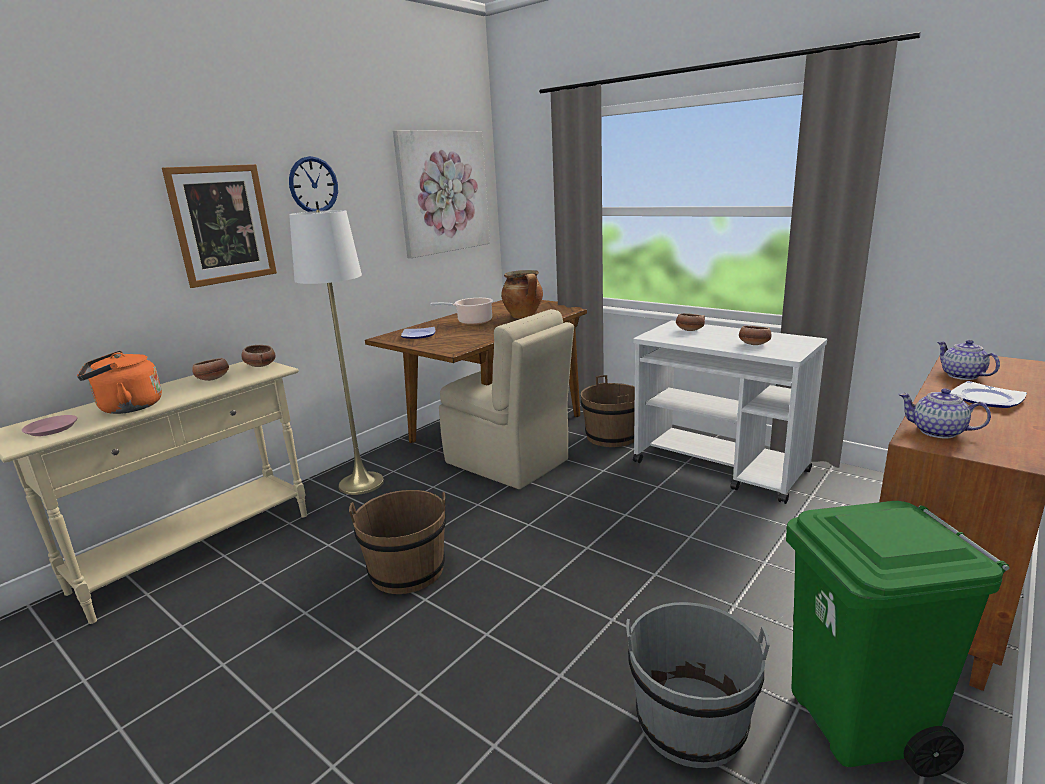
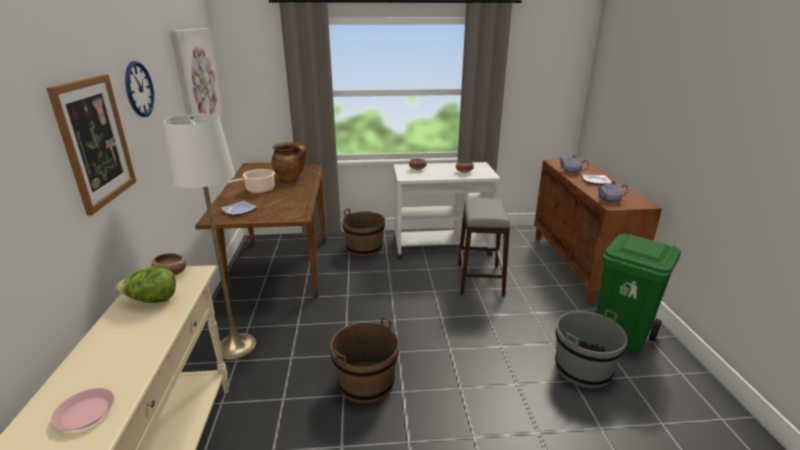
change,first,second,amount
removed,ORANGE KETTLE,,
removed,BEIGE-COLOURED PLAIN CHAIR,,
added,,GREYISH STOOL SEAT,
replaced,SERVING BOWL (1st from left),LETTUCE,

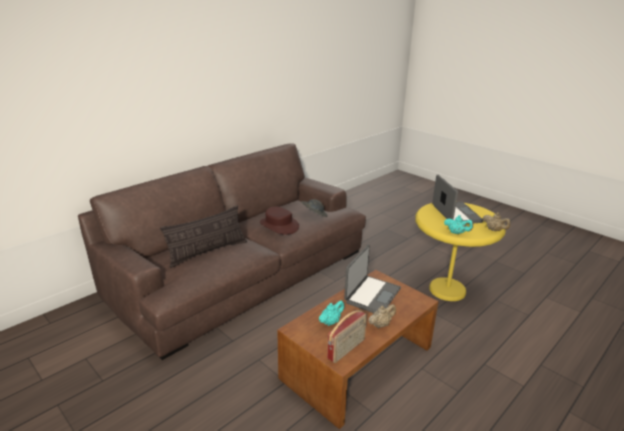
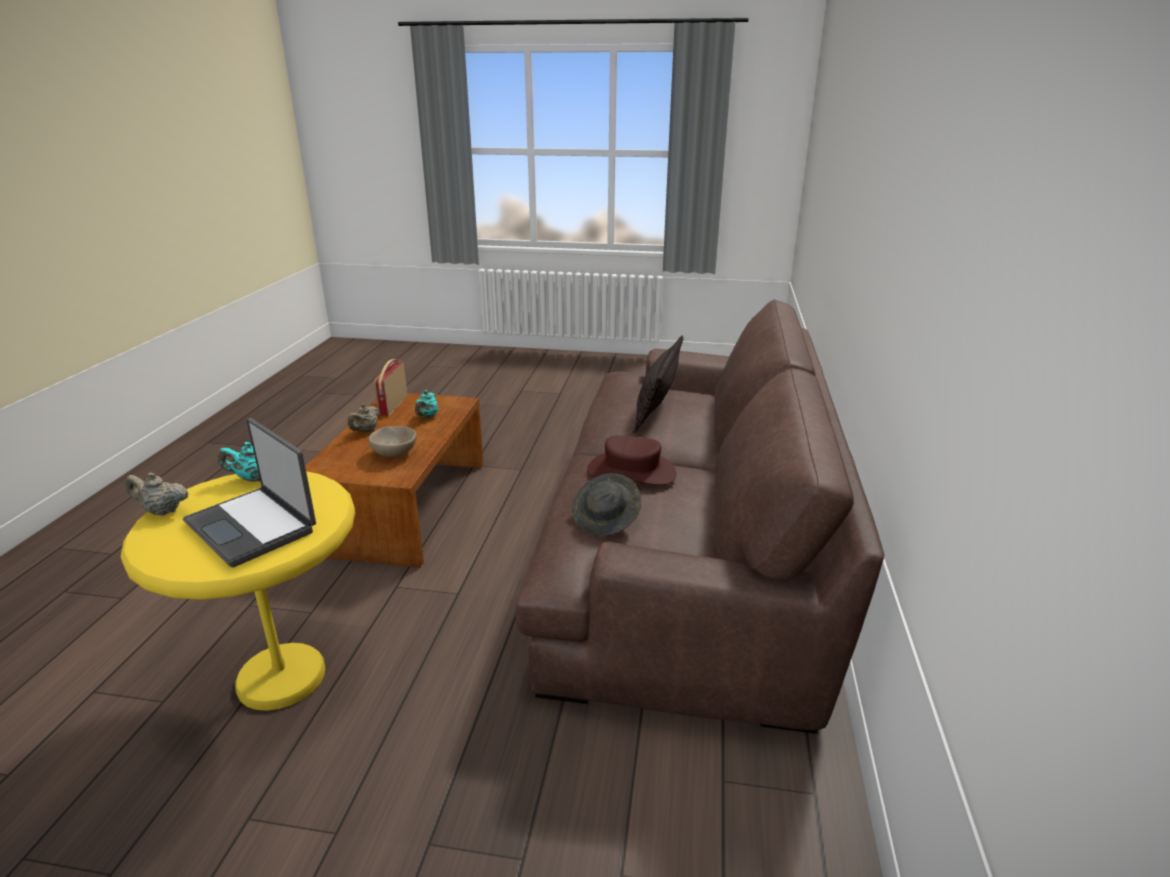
change,first,second,amount
replaced,LAPTOP (1st from left),BEIGE-COLOURED SERVING BOWL,

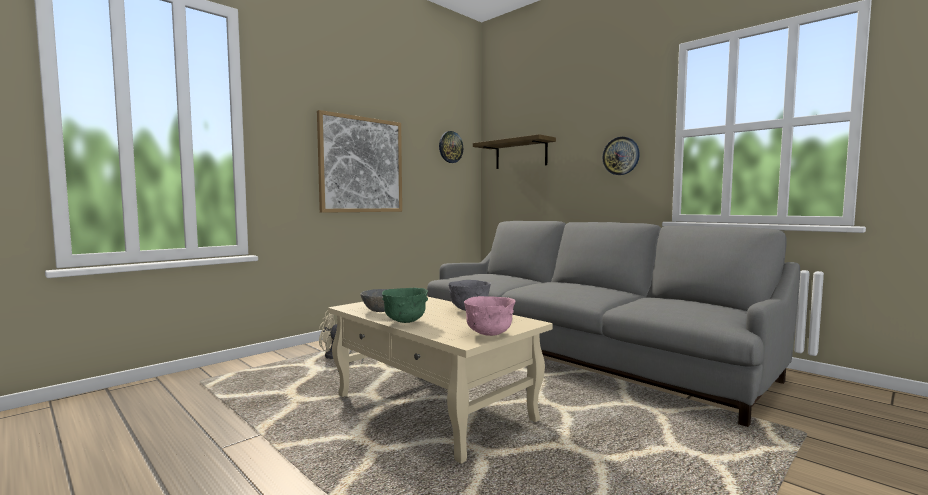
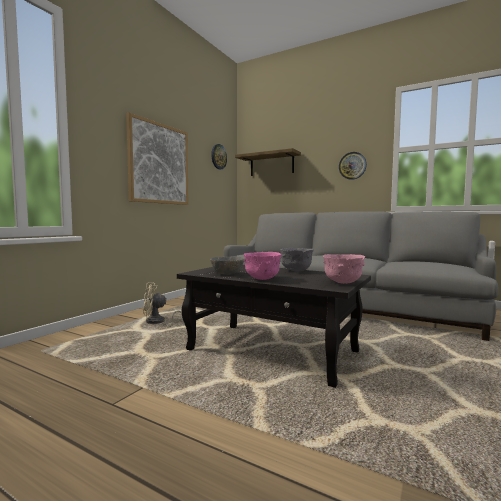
change,first,second,amount
recoloured,BEIGE-COLOURED LOUNGE TABLE,BLACK LOUNGE TABLE,
recoloured,GREEN SERVING BOWL,PINK-COLOURED SERVING BOWL (1st from left),

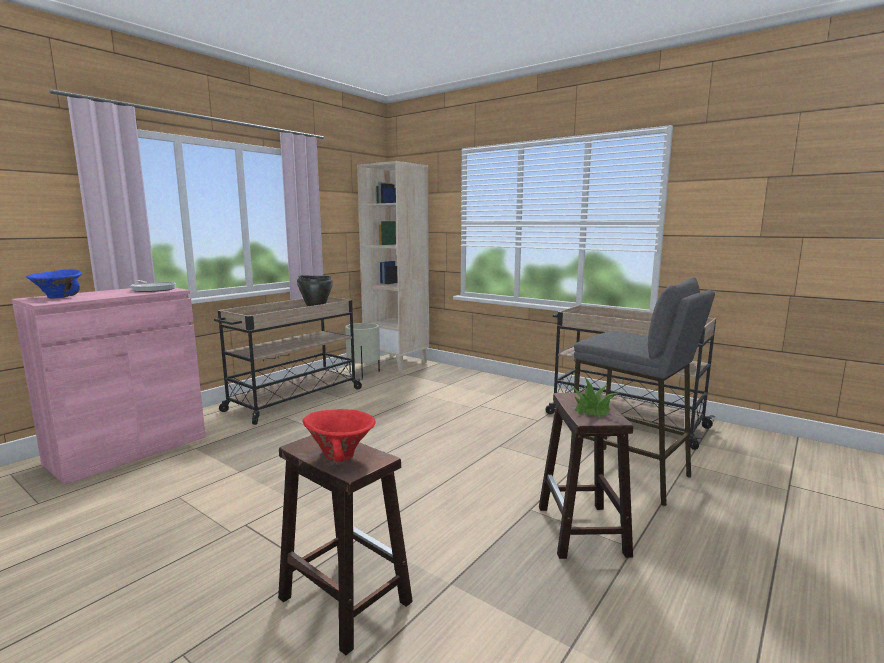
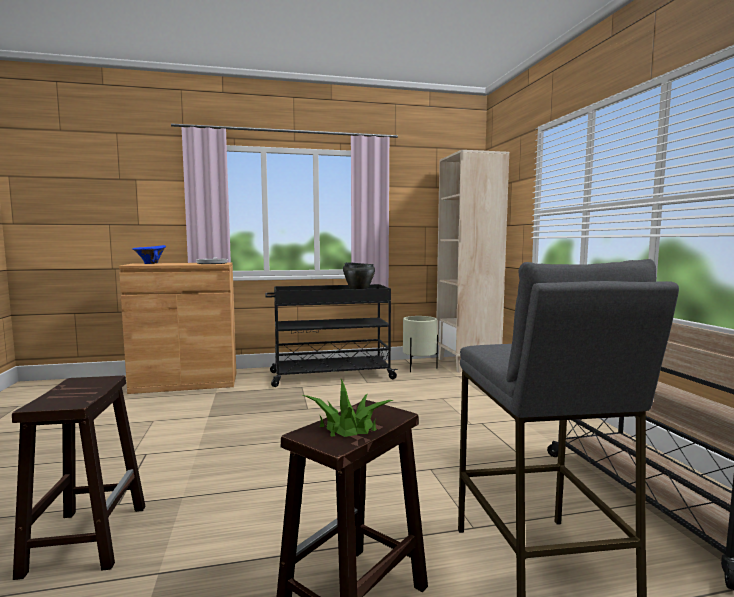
change,first,second,amount
removed,RED-COLOURED SERVING BOWL,,
recoloured,PINK-COLOURED STORAGE CABINET,BROWNISH STORAGE CABINET,
recoloured,BEIGE-COLOURED TROLLEY (1st from left),BLACK TROLLEY,

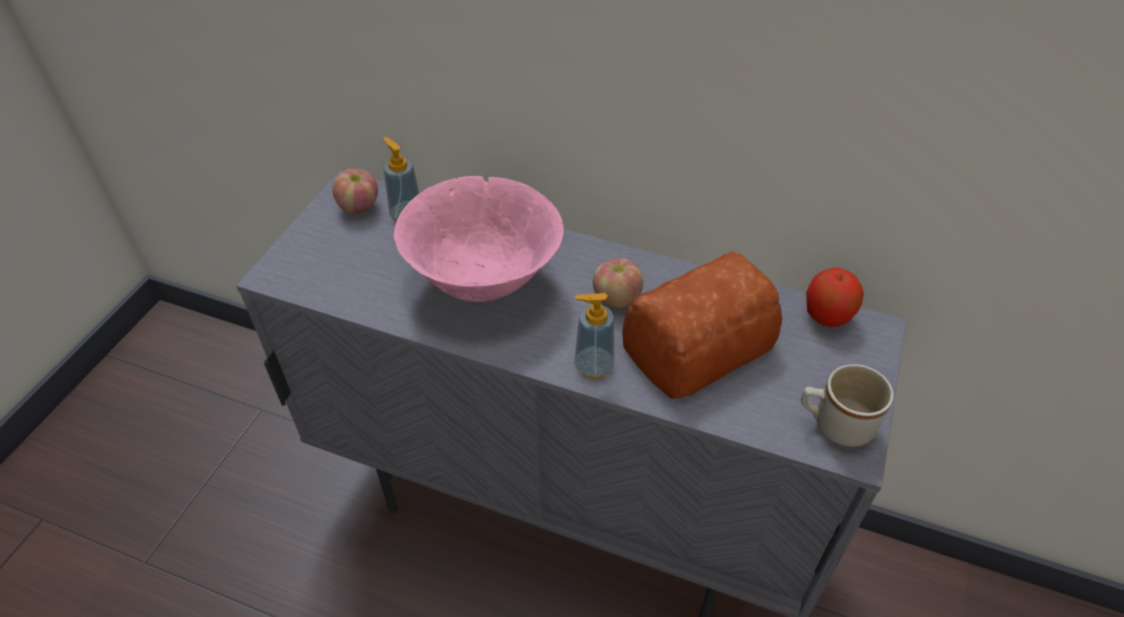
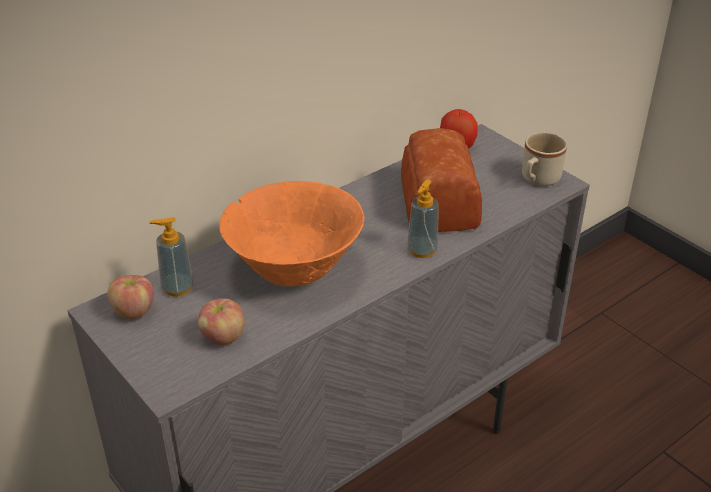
change,first,second,amount
moved,APPLE (2nd from left),,
recoloured,PINK-COLOURED SERVING BOWL,ORANGE SERVING BOWL,

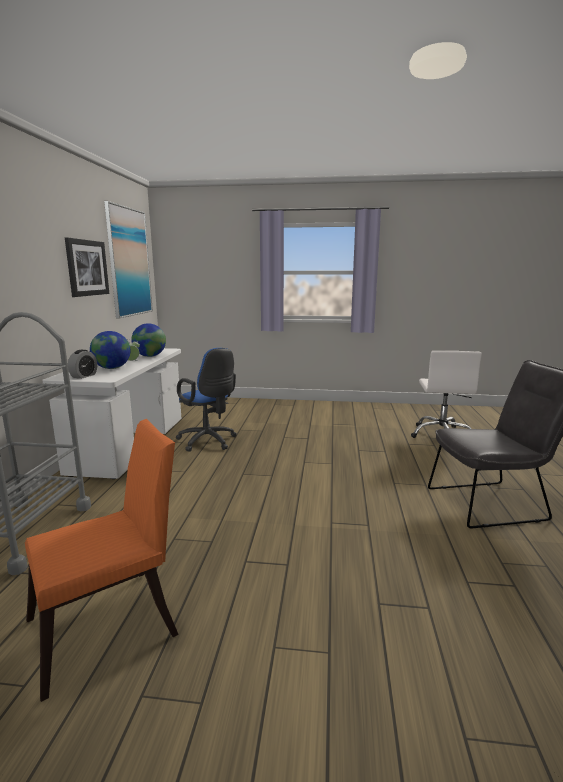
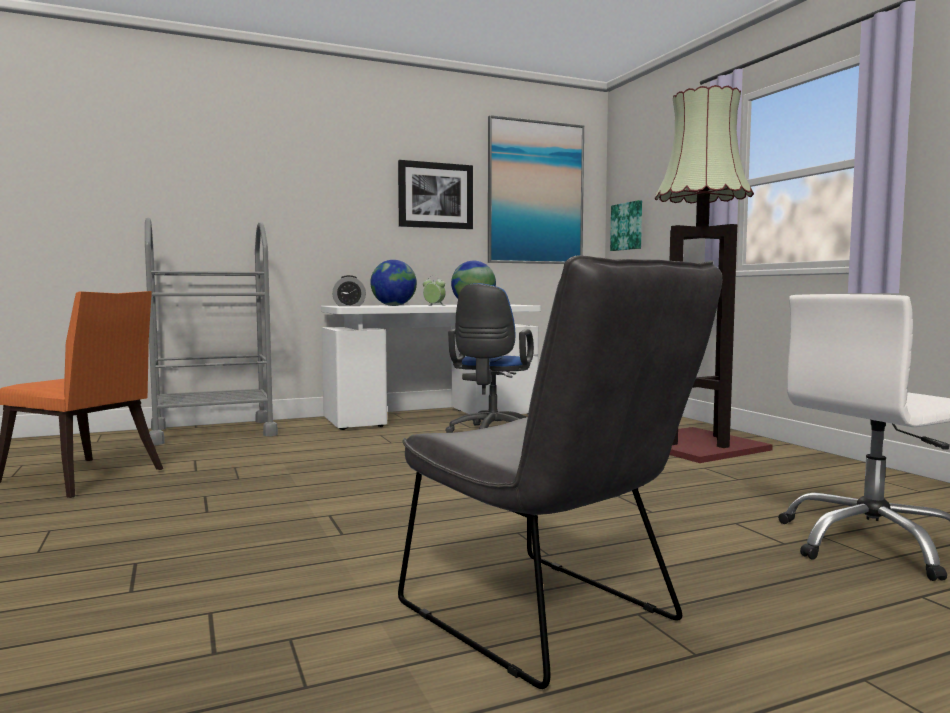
change,first,second,amount
added,,WALL ART (3rd from left),
added,,STANDING LAMP,

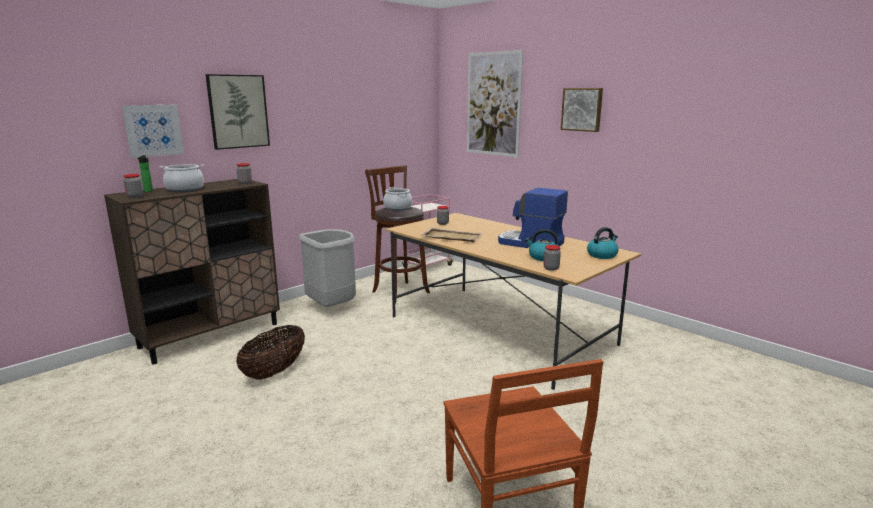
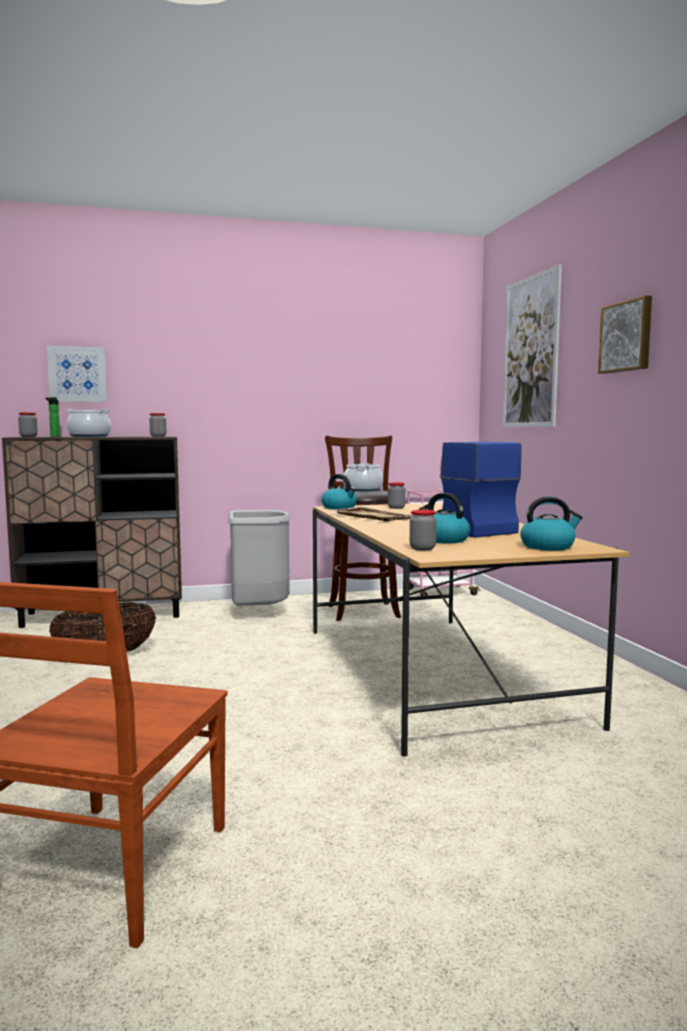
change,first,second,amount
removed,WALL ART (2nd from left),,
added,,KETTLE (1st from left),

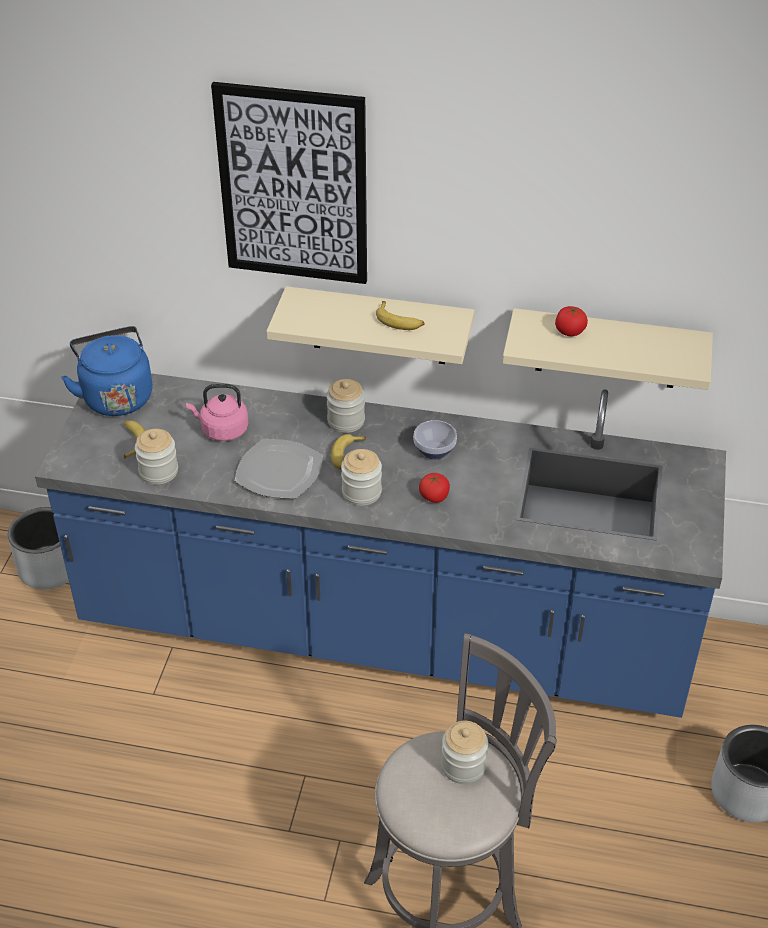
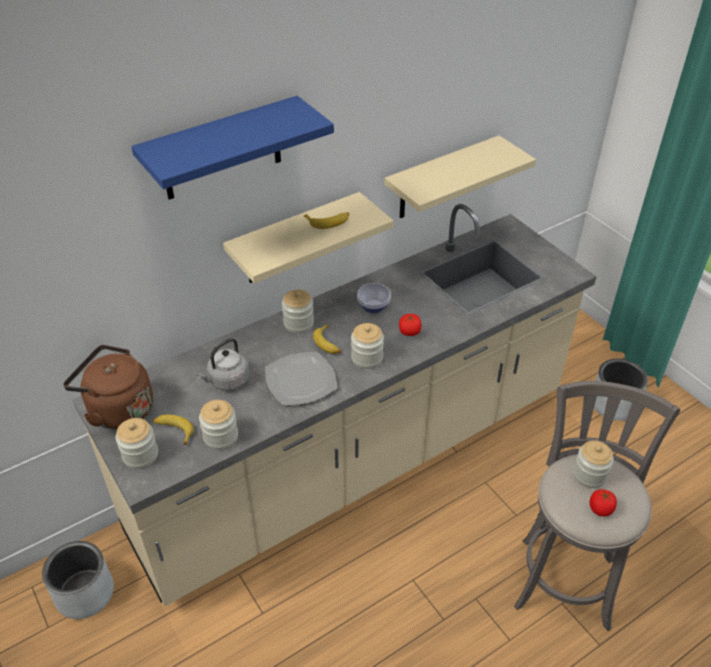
change,first,second,amount
added,,PRESERVE JAR (1st from left),
moved,FRESH TOMATO (2nd from left),,
replaced,WALL ART,BLUE-COLOURED BRACKET SHELF,
recoloured,BLUE-COLOURED COUNTER,BEIGE-COLOURED COUNTER,
recoloured,BLUE-COLOURED KETTLE,BROWNISH KETTLE,
recoloured,PINK-COLOURED KETTLE,GREYISH KETTLE,

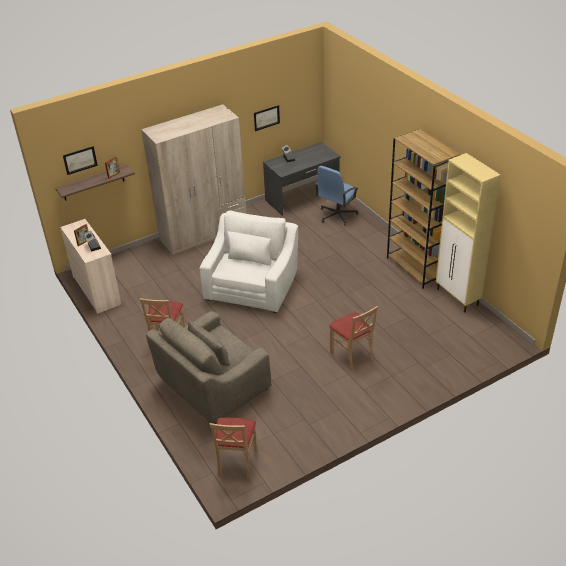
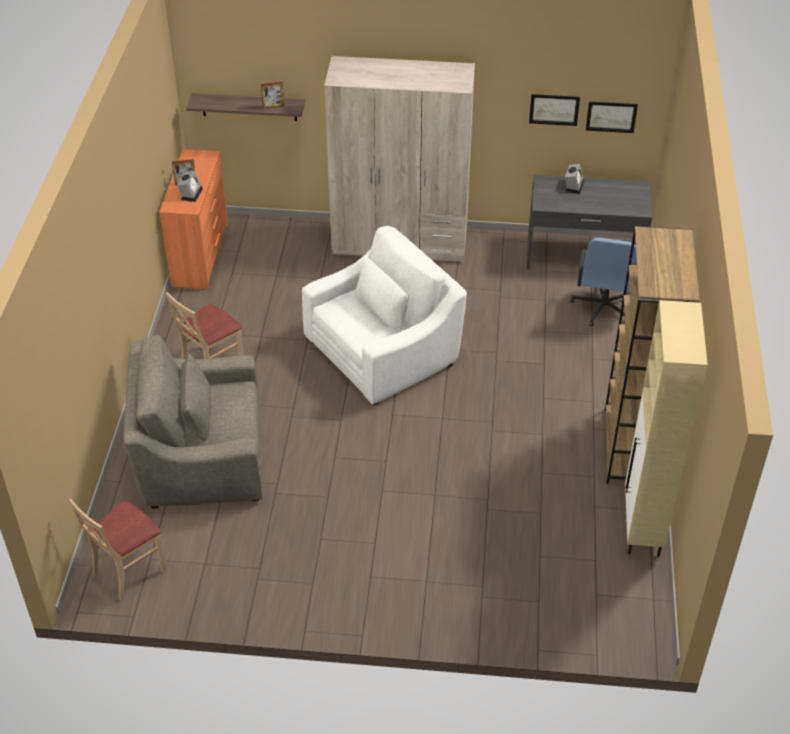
change,first,second,amount
removed,BEIGE-COLOURED PLAIN CHAIR (3rd from left),,
moved,WALL ART (1st from left in the first image),WALL ART (2nd from left),
recoloured,BEIGE-COLOURED DRAWER CHEST,ORANGE DRAWER CHEST,
turned,BLUE-COLOURED COMPUTER CHAIR,,60 degrees counterclockwise

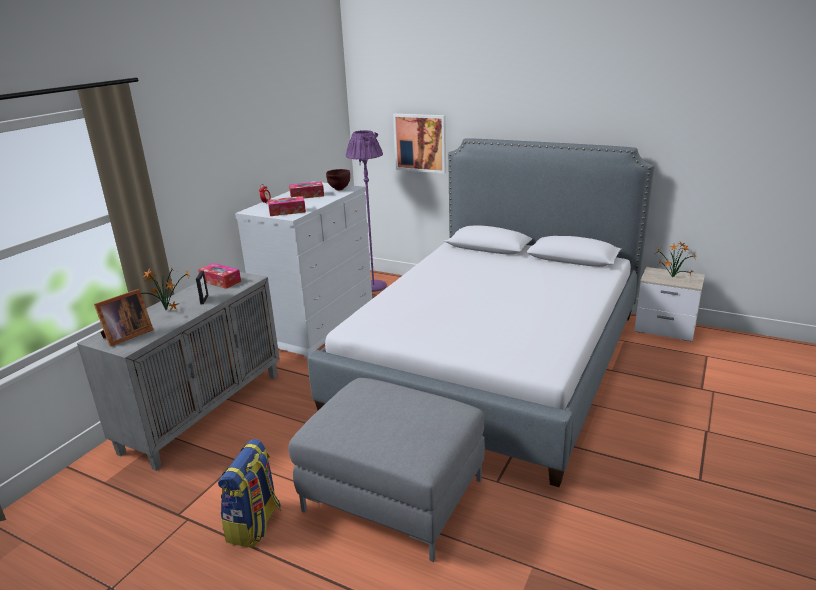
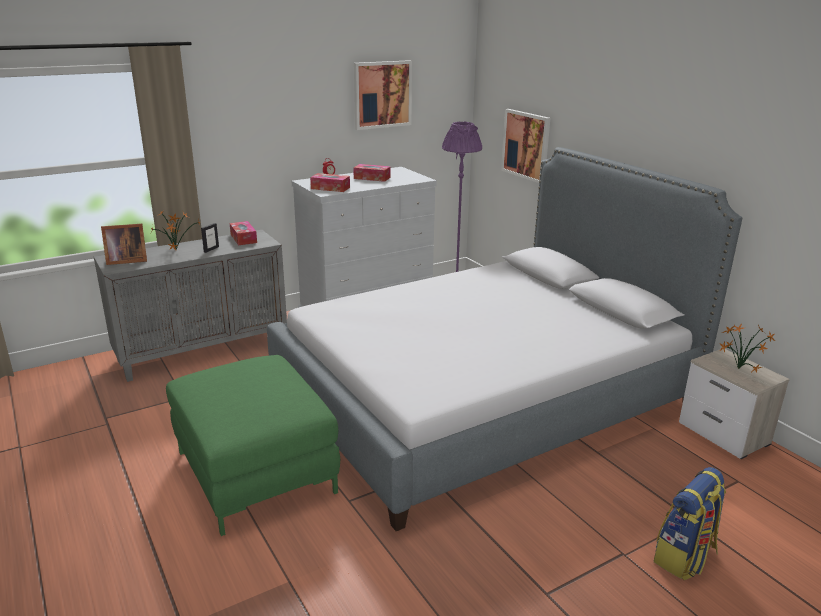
change,first,second,amount
removed,BROWNISH SERVING BOWL,,
added,,WALL ART (1st from left),
moved,KNAPSACK,,
recoloured,GREYISH OTTOMAN,GREEN OTTOMAN,

